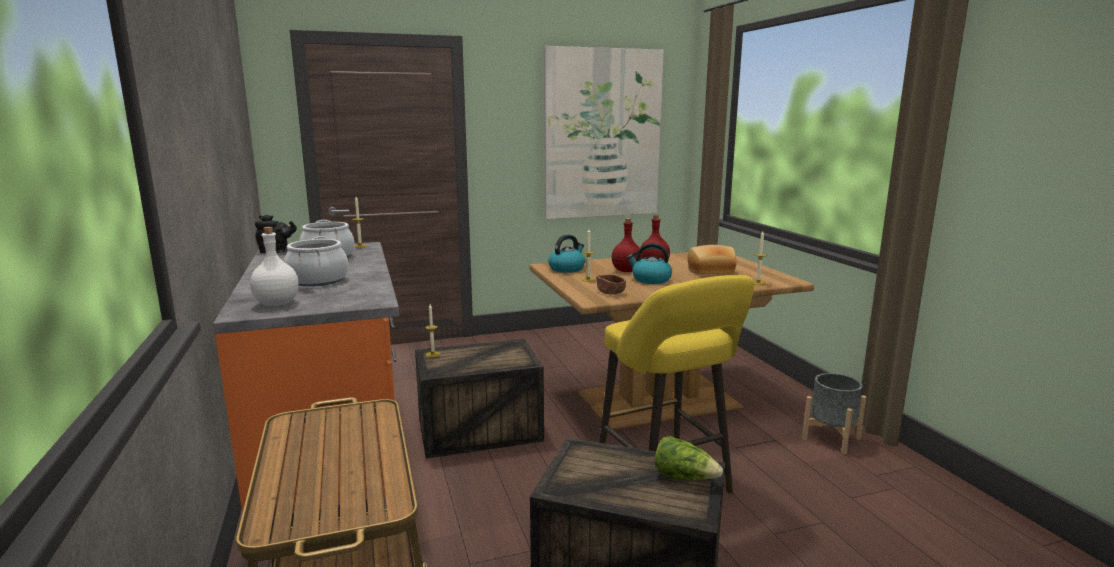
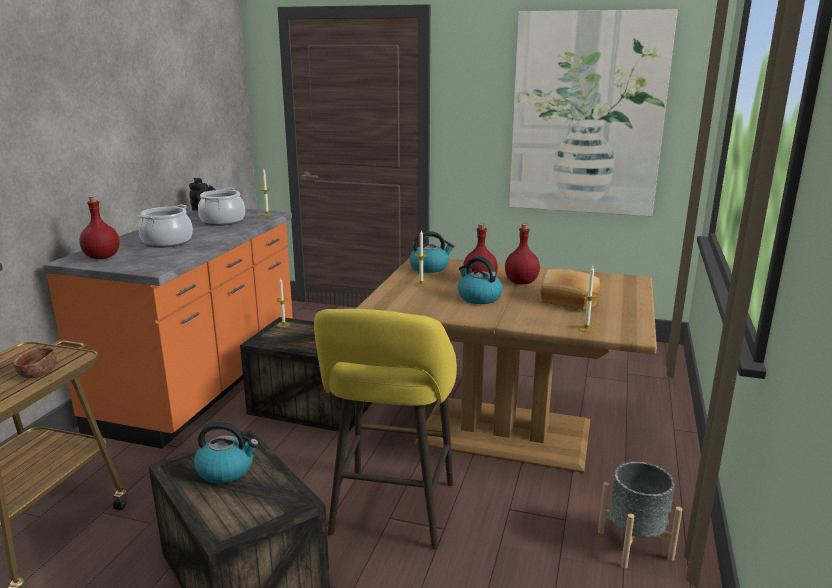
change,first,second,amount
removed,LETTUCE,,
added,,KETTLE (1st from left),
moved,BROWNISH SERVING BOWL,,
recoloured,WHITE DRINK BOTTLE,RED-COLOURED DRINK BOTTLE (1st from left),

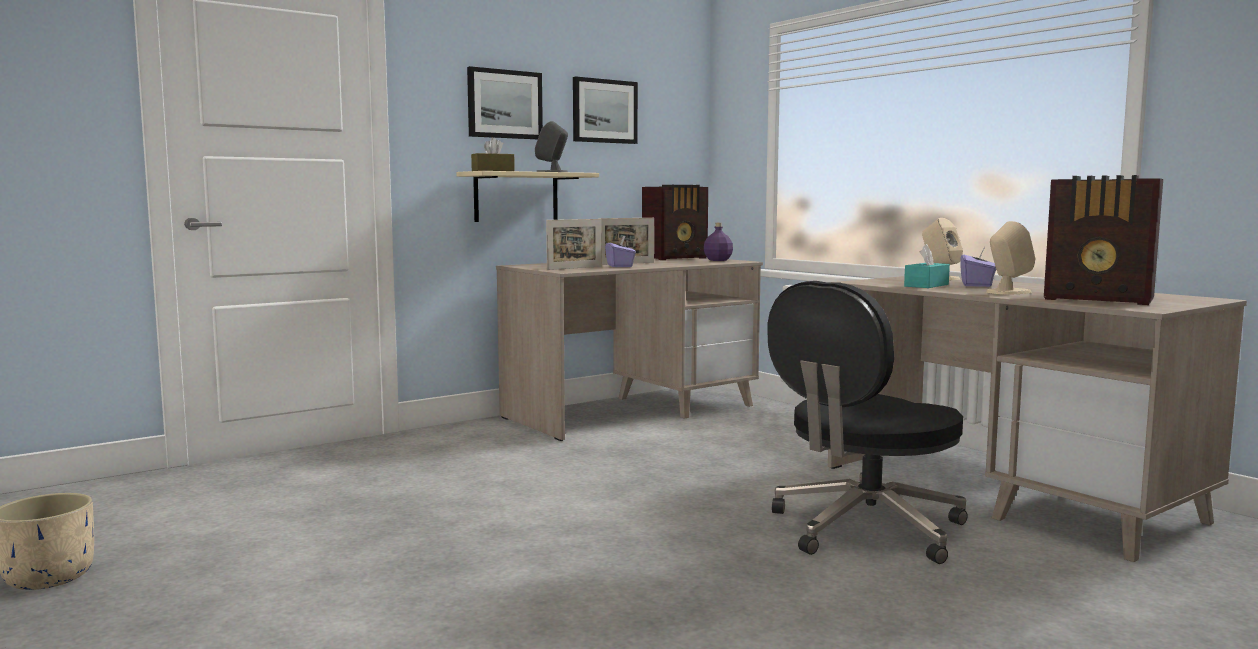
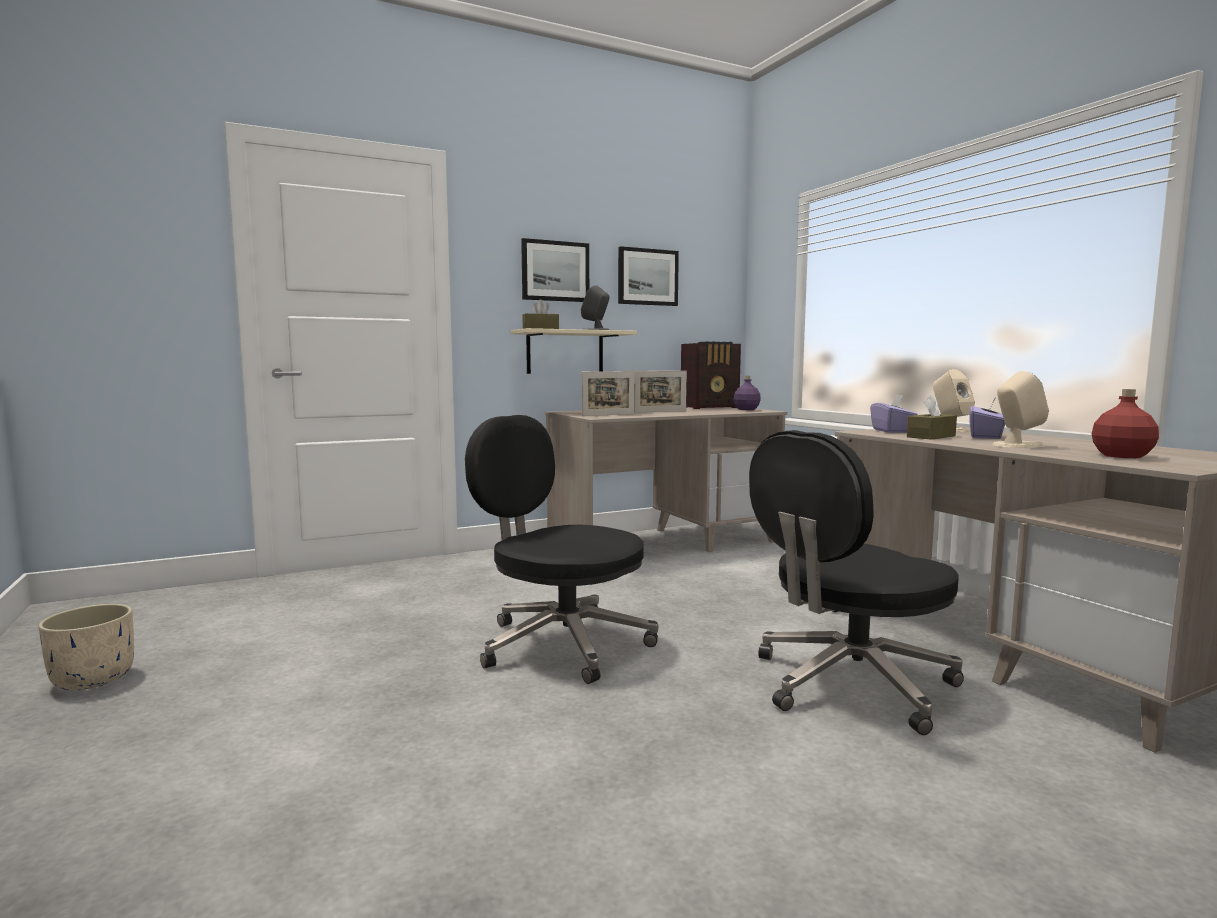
change,first,second,amount
added,,BLACK COMPUTER CHAIR (1st from left),
moved,PURPLE TISSUE BOX (1st from left),,
replaced,RADIO (2nd from left),RED-COLOURED DRINK BOTTLE,
recoloured,TURQUOISE-COLOURED TISSUE BOX,BROWNISH TISSUE BOX (2nd from left),

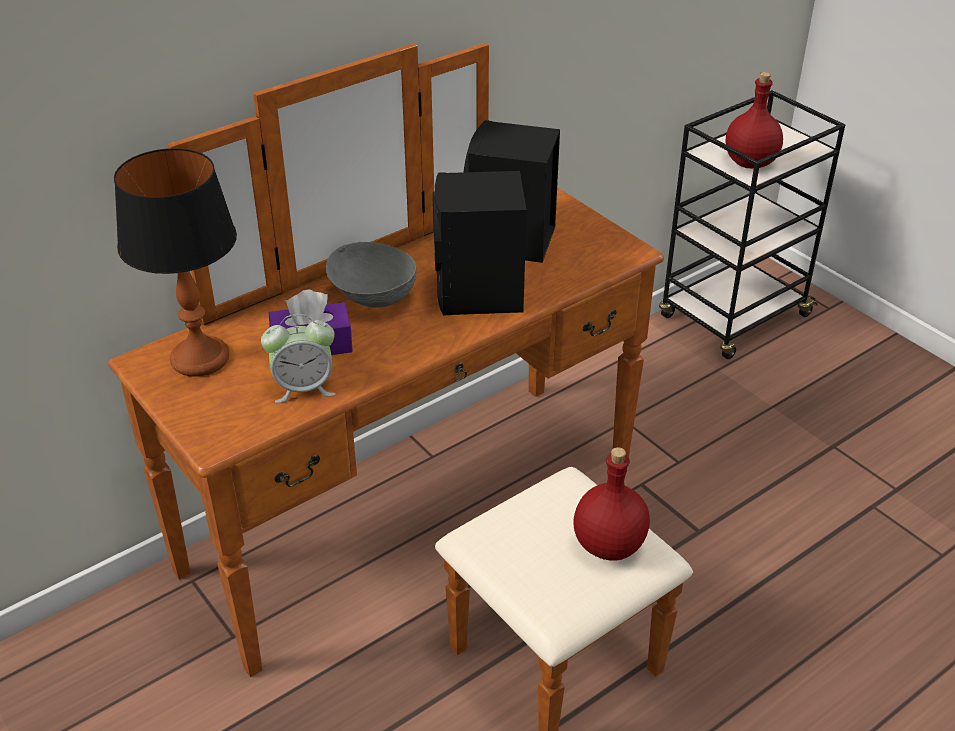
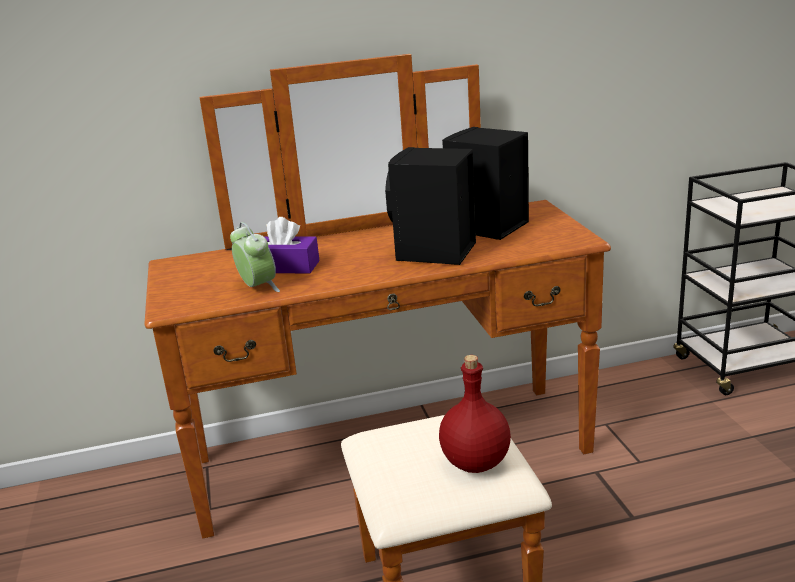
change,first,second,amount
removed,TABLE LAMP,,
removed,GREYISH SERVING BOWL,,
removed,RED-COLOURED DRINK BOTTLE (2nd from left),,
turned,BEDSIDE CLOCK,,135 degrees counterclockwise

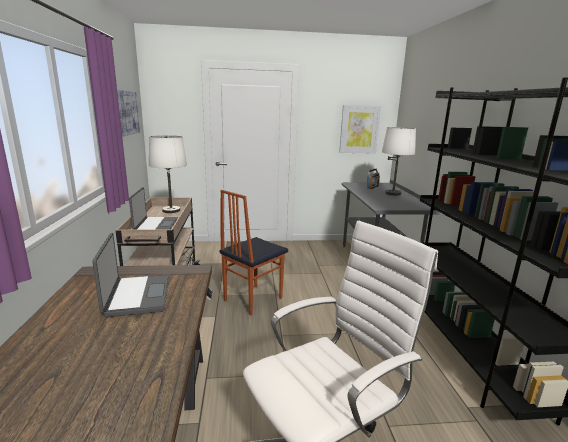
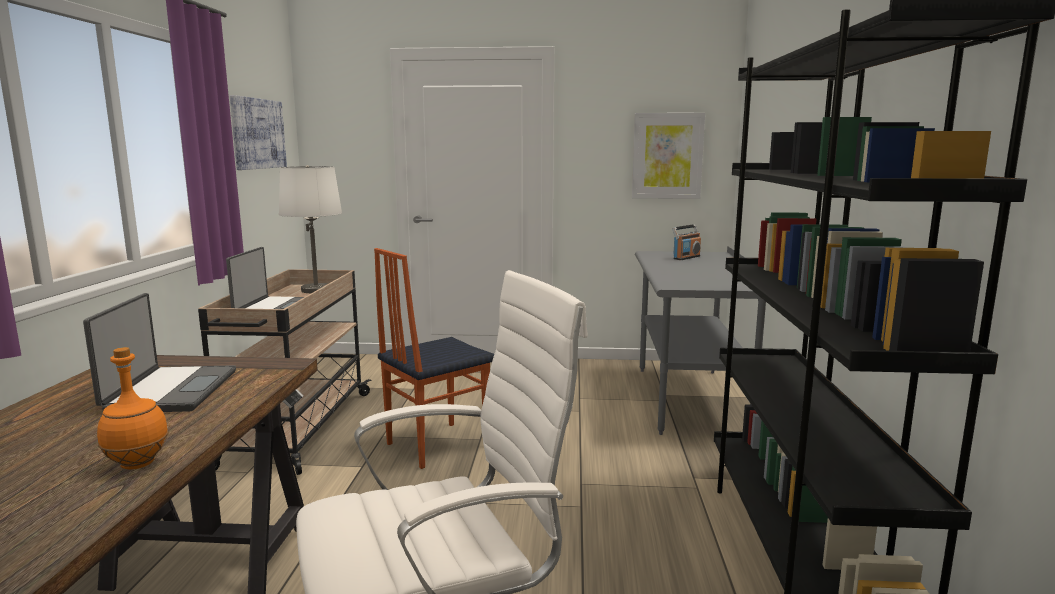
change,first,second,amount
removed,WHITE TABLE LAMP (2nd from left),,
added,,ORANGE DRINK BOTTLE,

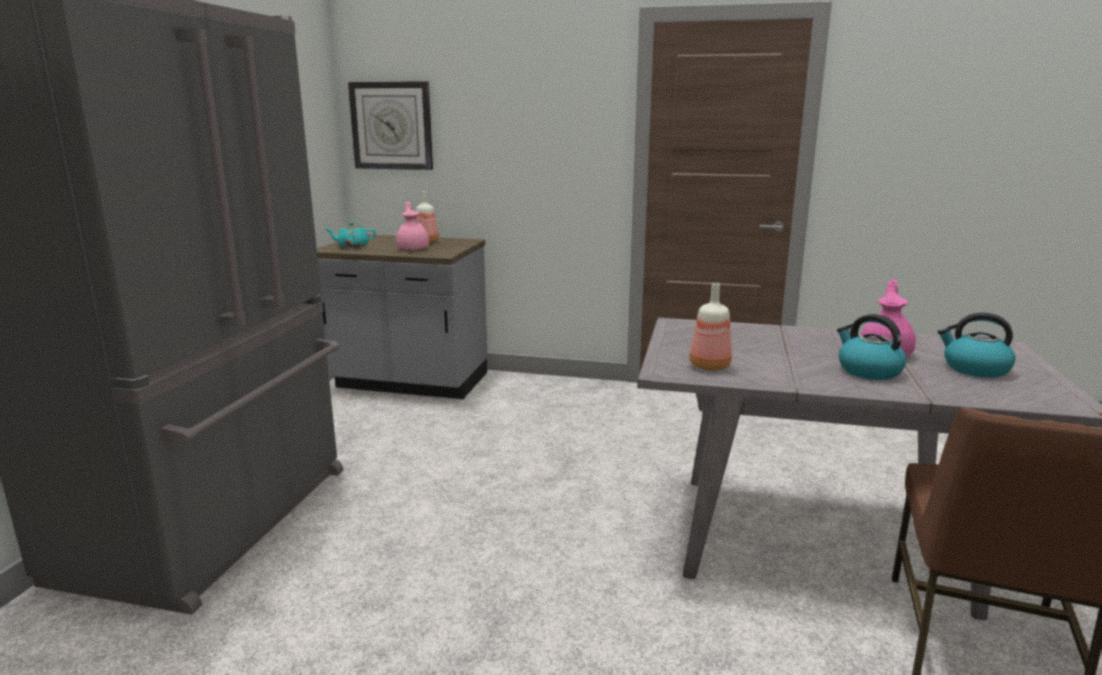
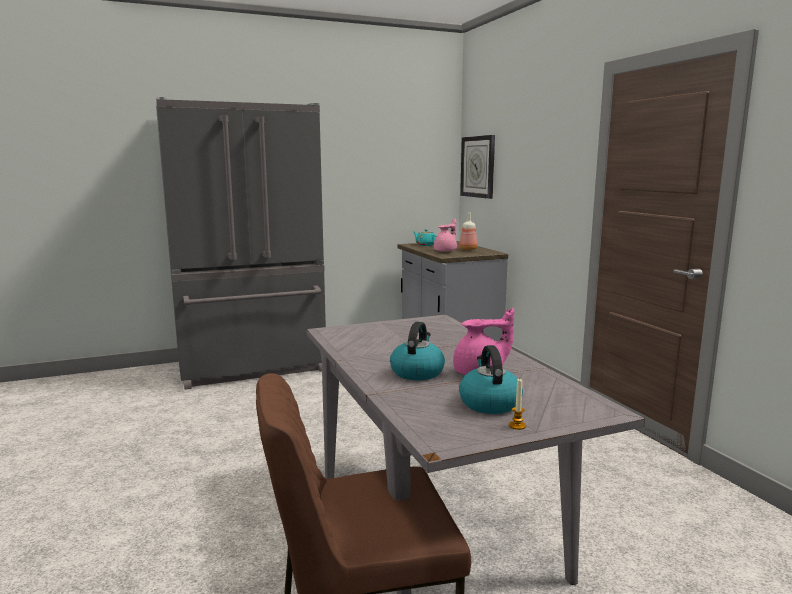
change,first,second,amount
removed,DRINK BOTTLE (2nd from left),,
added,,WAX LIGHT,

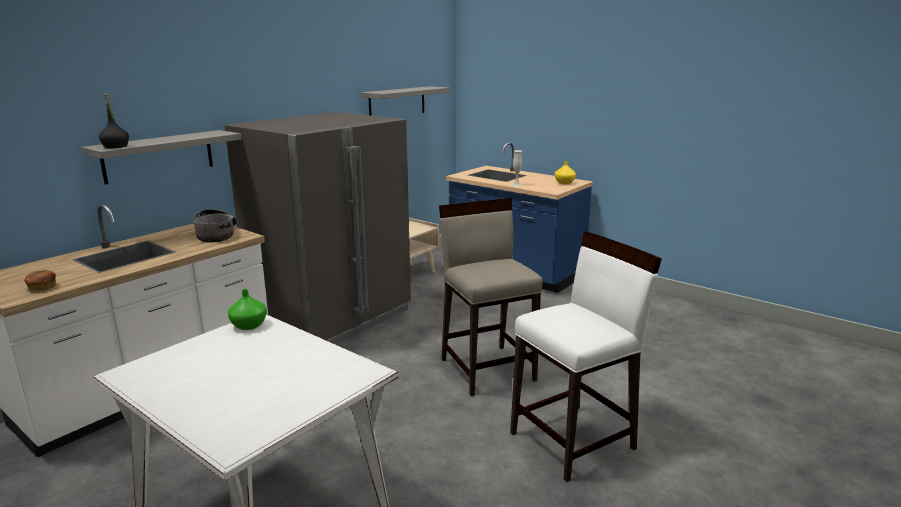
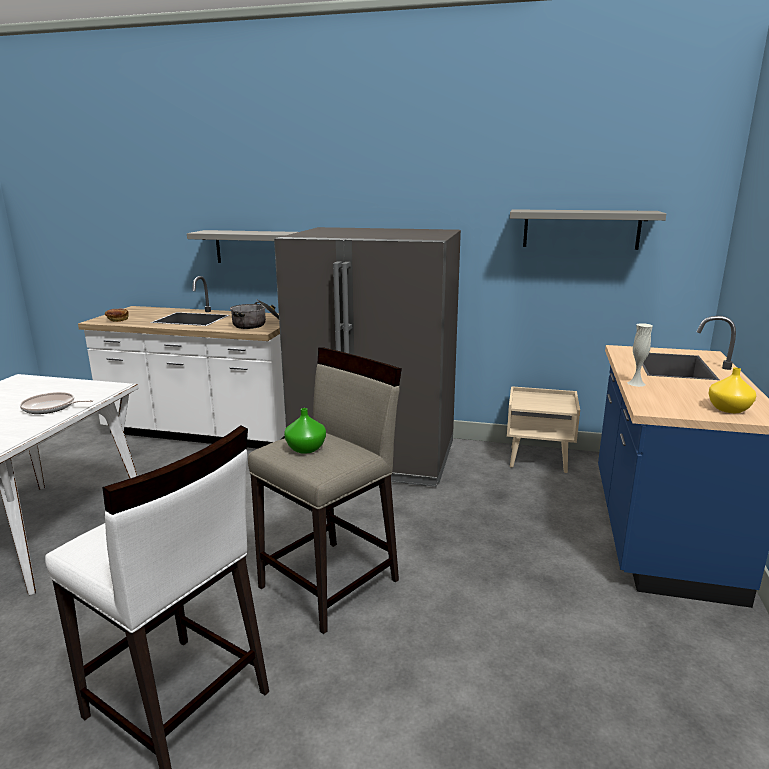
change,first,second,amount
removed,BLACK DRINK BOTTLE,,
added,,SKILLET,
moved,GREEN FLOWER VASE,,

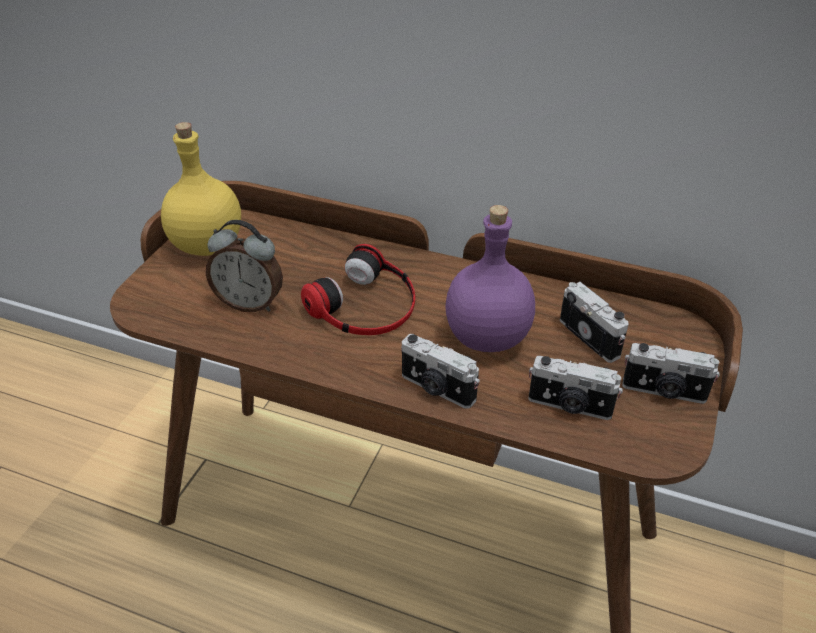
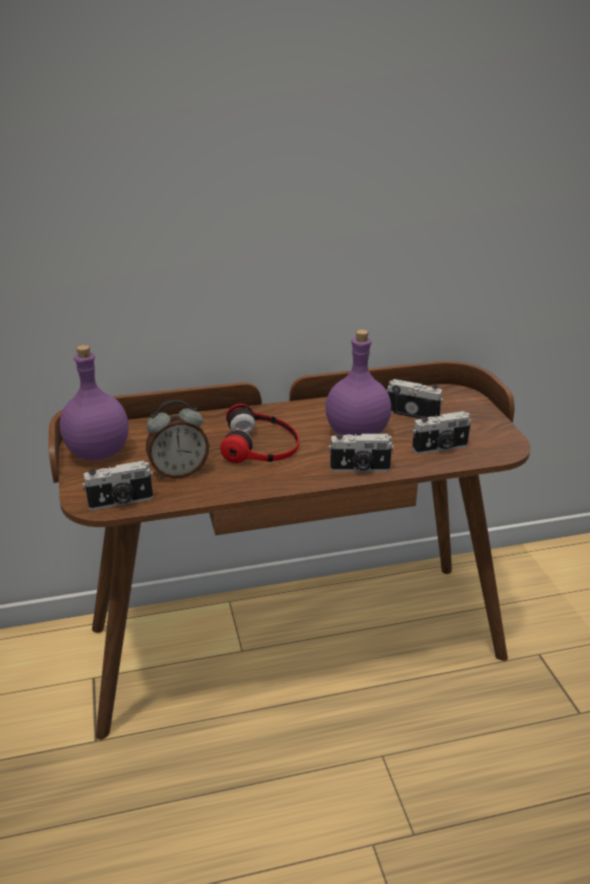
change,first,second,amount
moved,PHOTO CAMERA (4th from left in the first image),PHOTO CAMERA (1st from left),
recoloured,YELLOW-COLOURED DRINK BOTTLE,PURPLE DRINK BOTTLE (1st from left),

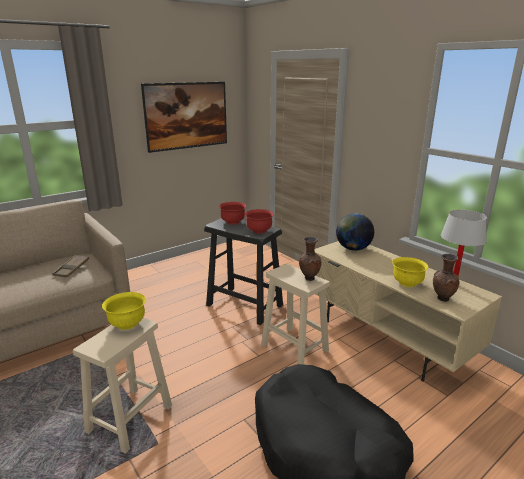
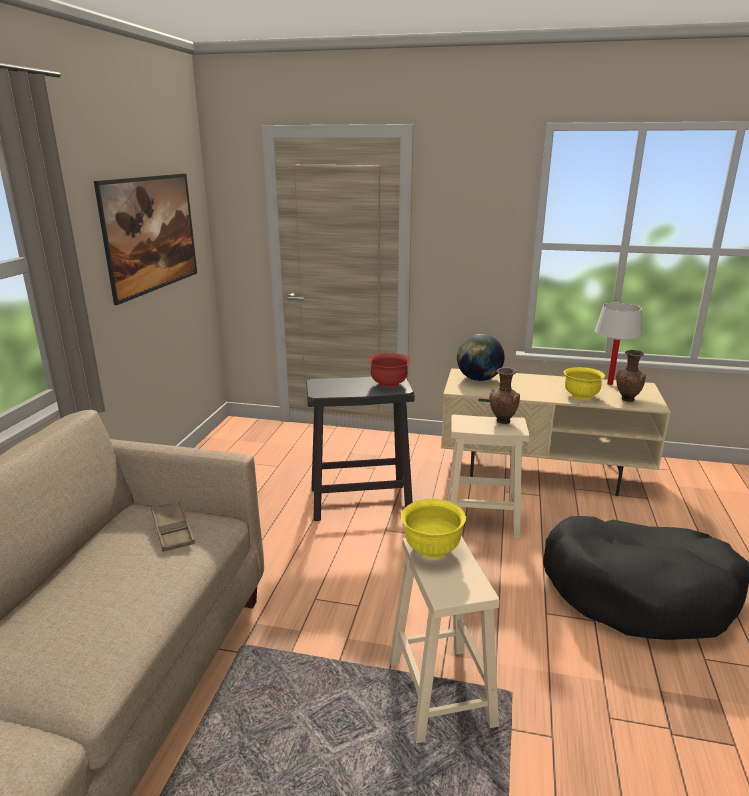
change,first,second,amount
removed,RED-COLOURED SERVING BOWL (1st from left),,

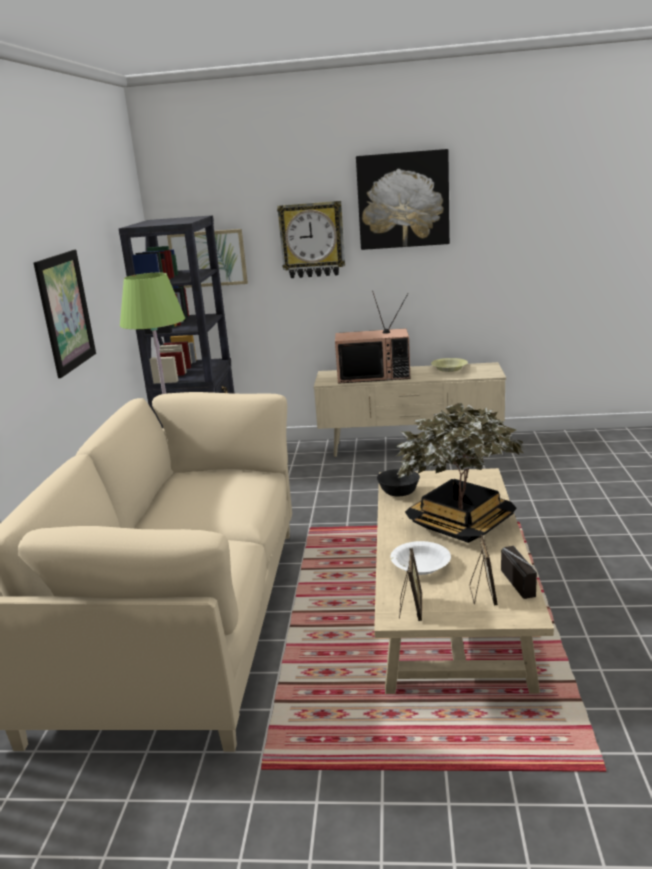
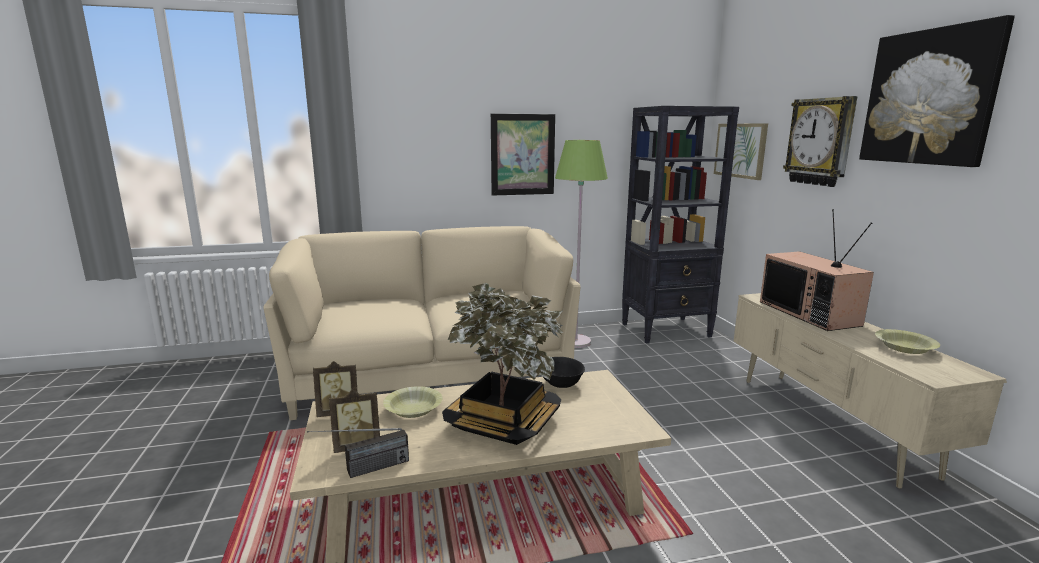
change,first,second,amount
recoloured,WHITE SERVING BOWL,YELLOW-COLOURED SERVING BOWL (1st from left),

